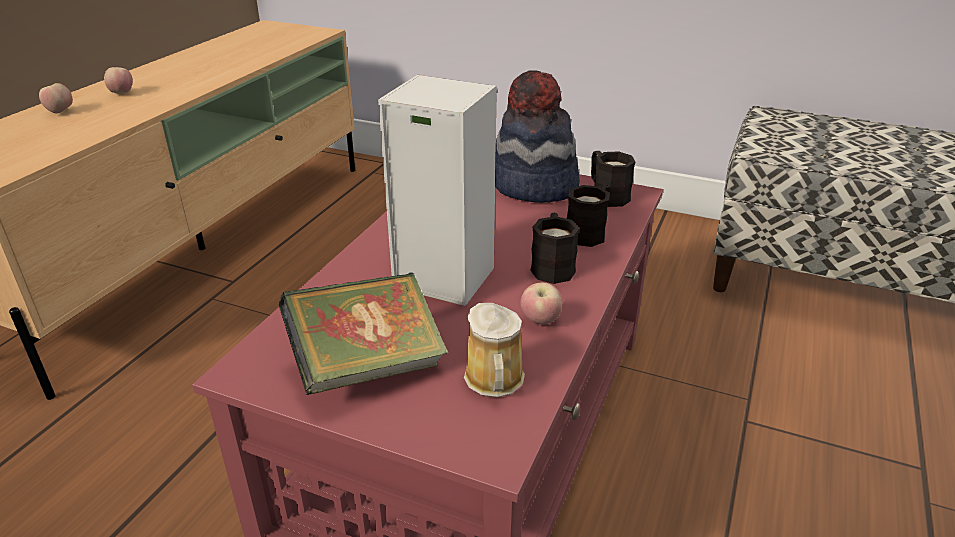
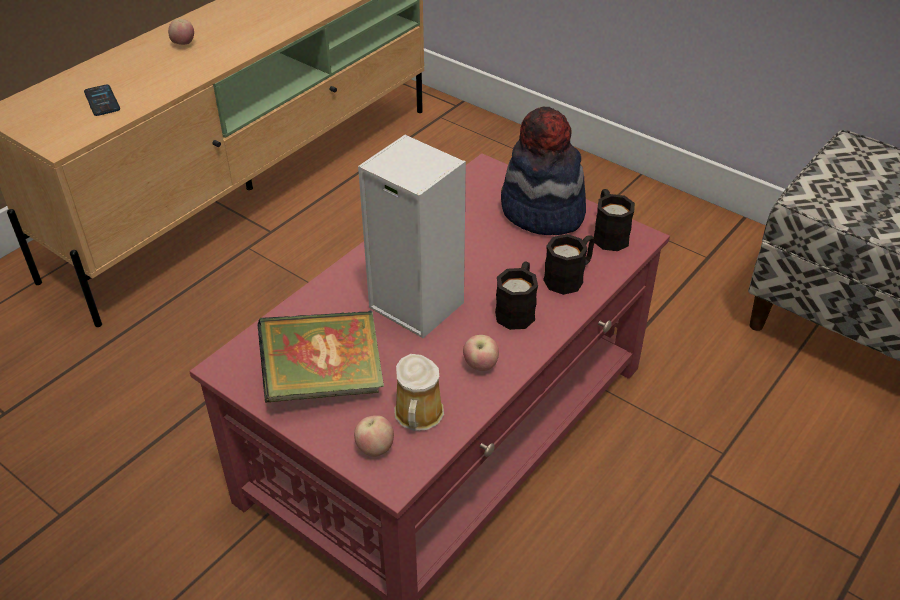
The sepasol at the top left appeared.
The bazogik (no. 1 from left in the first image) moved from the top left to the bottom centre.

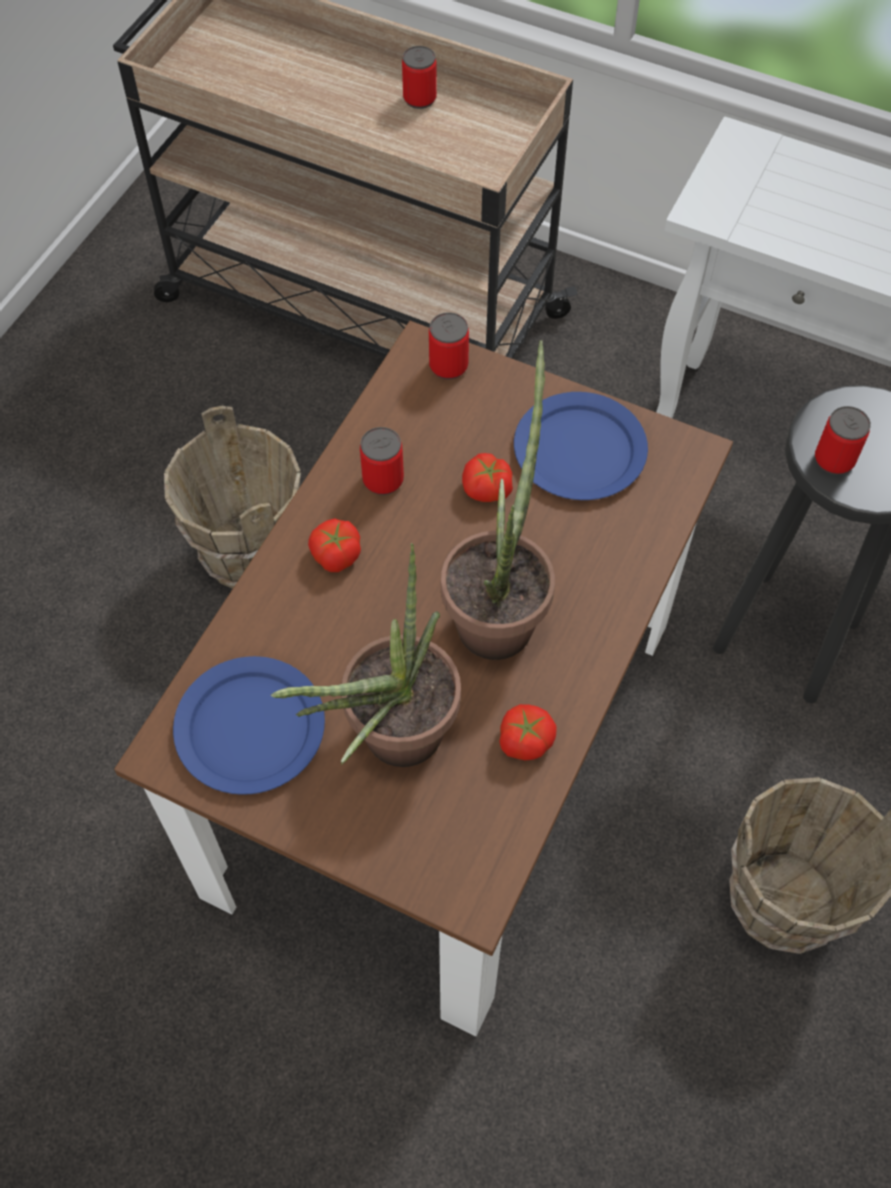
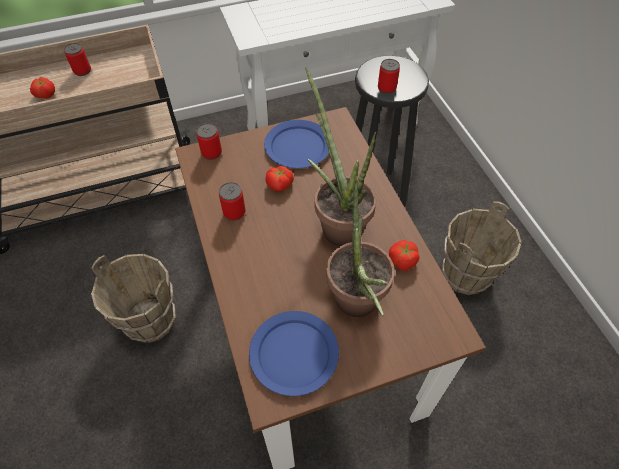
The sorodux (no. 1 from left) moved from the centre to the top left.

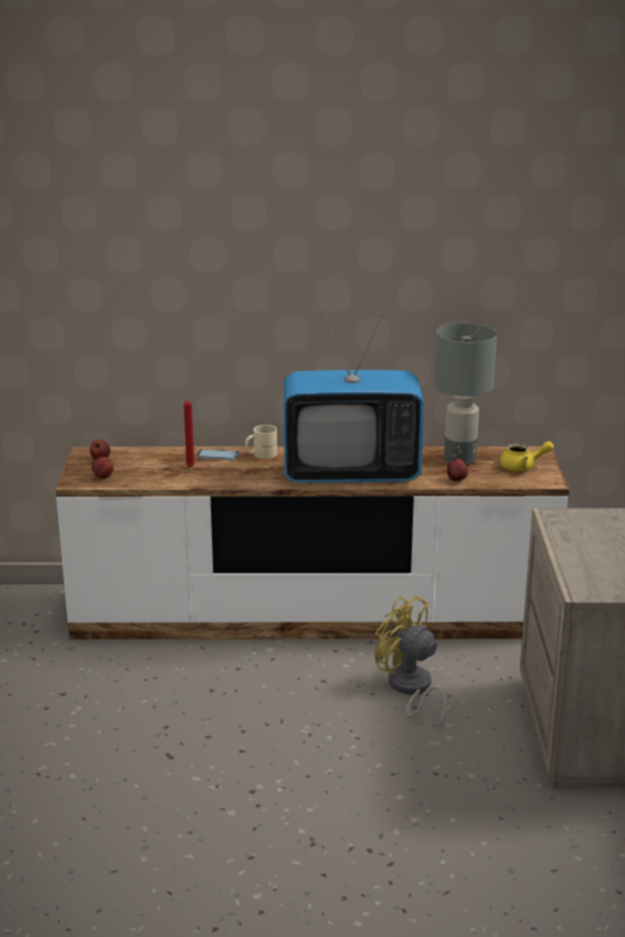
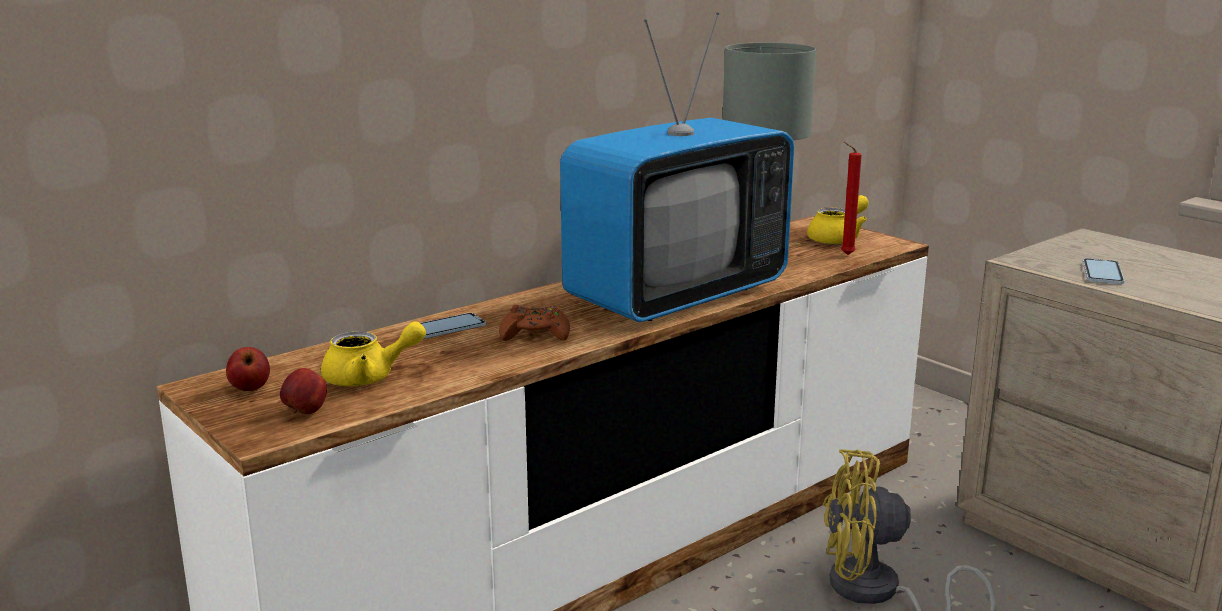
The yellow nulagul (no. 1 from left) at the middle left appeared.
The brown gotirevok at the centre appeared.
The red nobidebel moved from the middle left to the top right.
The sepasol (no. 2 from left) at the middle right appeared.
The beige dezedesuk at the centre disappeared.
The bazogik (no. 3 from left) at the middle right disappeared.

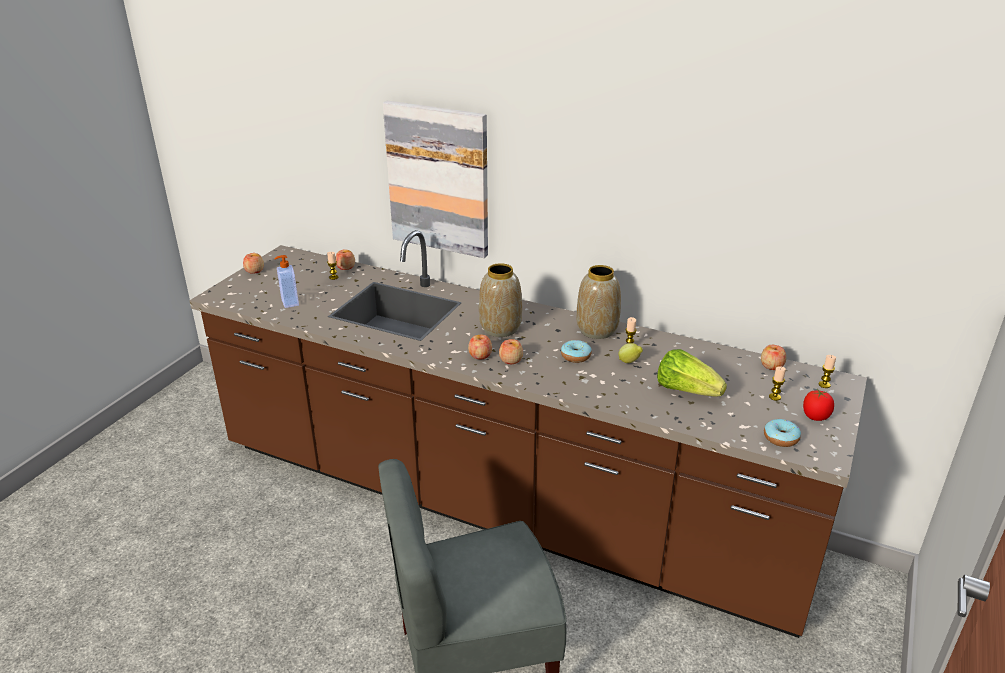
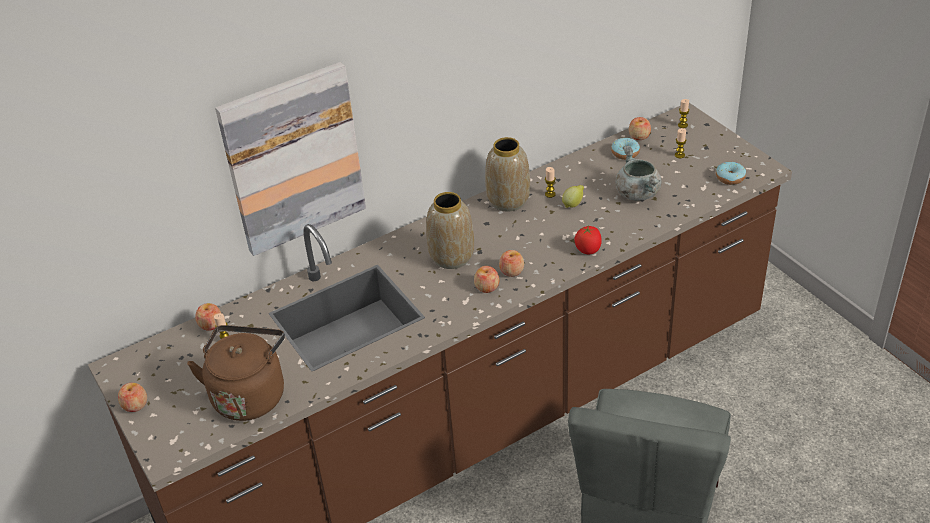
The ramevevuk at the middle left was replaced by the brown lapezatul at the bottom left.
The sorodux moved from the middle right to the centre.
The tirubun (no. 1 from left) moved from the centre to the top right.
The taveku at the middle right was replaced by the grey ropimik at the top right.

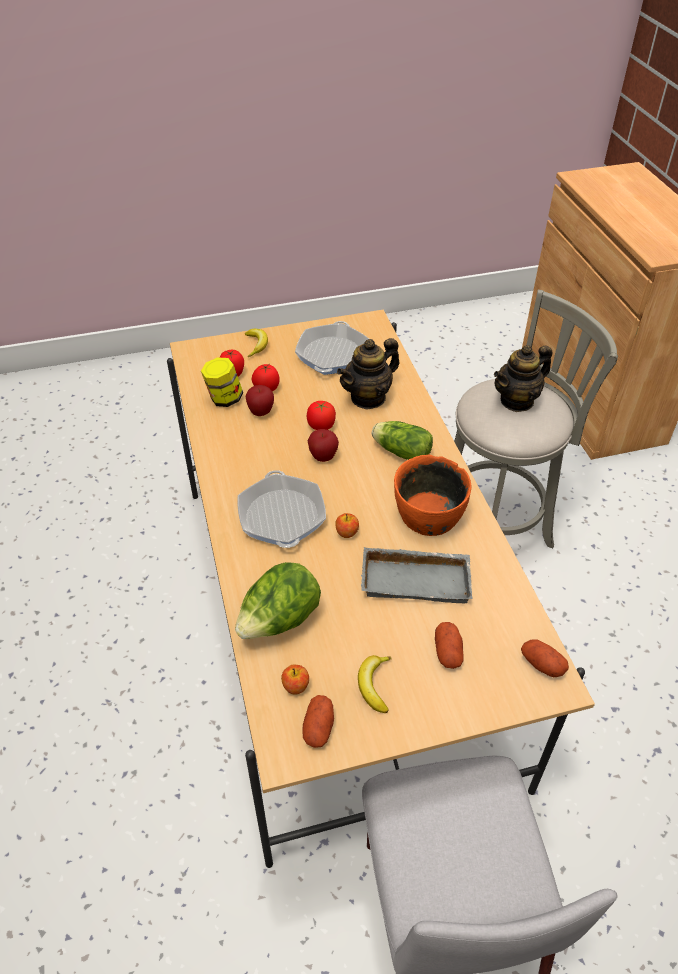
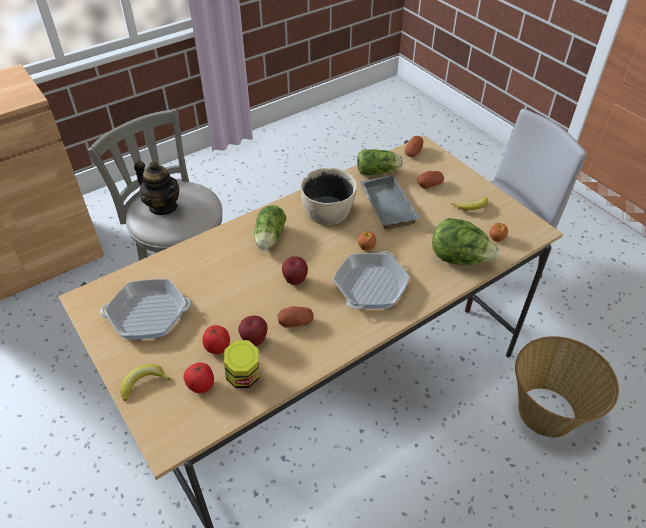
The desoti (no. 1 from left) moved from the bottom centre to the centre.
The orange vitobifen at the centre became the beige vitobifen at the centre.
The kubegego (no. 1 from left in the first image) at the centre turned 150 degrees clockwise.
The taveku (no. 2 from left) at the top centre appeared.
The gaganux at the bottom right appeared.
The sorodux (no. 3 from left) at the centre disappeared.
The nulagul (no. 1 from left) at the centre disappeared.

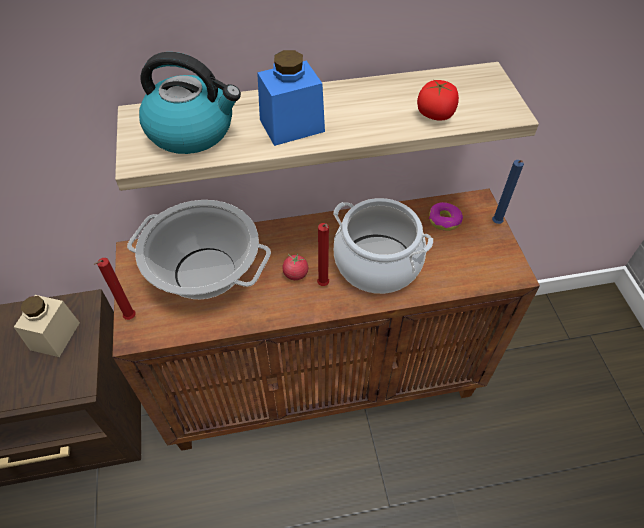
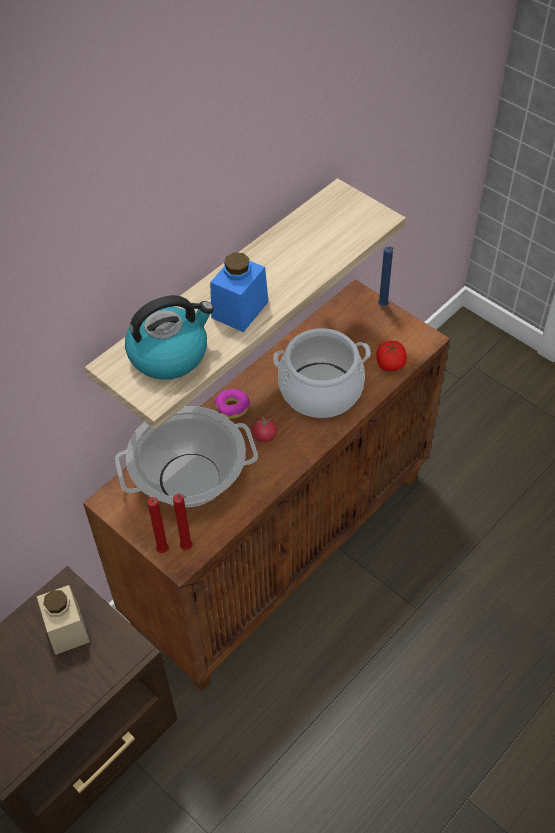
The red nobidebel (no. 2 from left) moved from the centre to the middle left.
The tirubun moved from the middle right to the centre.
The sorodux (no. 2 from left) moved from the top right to the middle right.

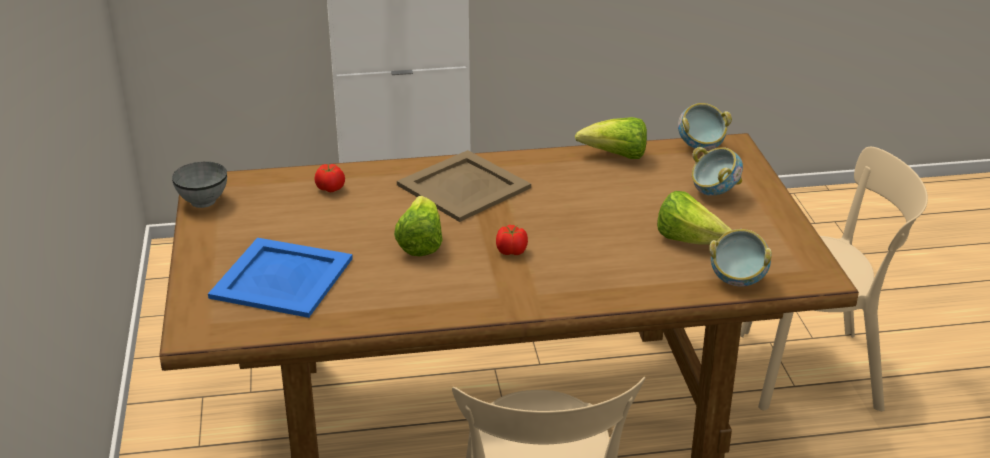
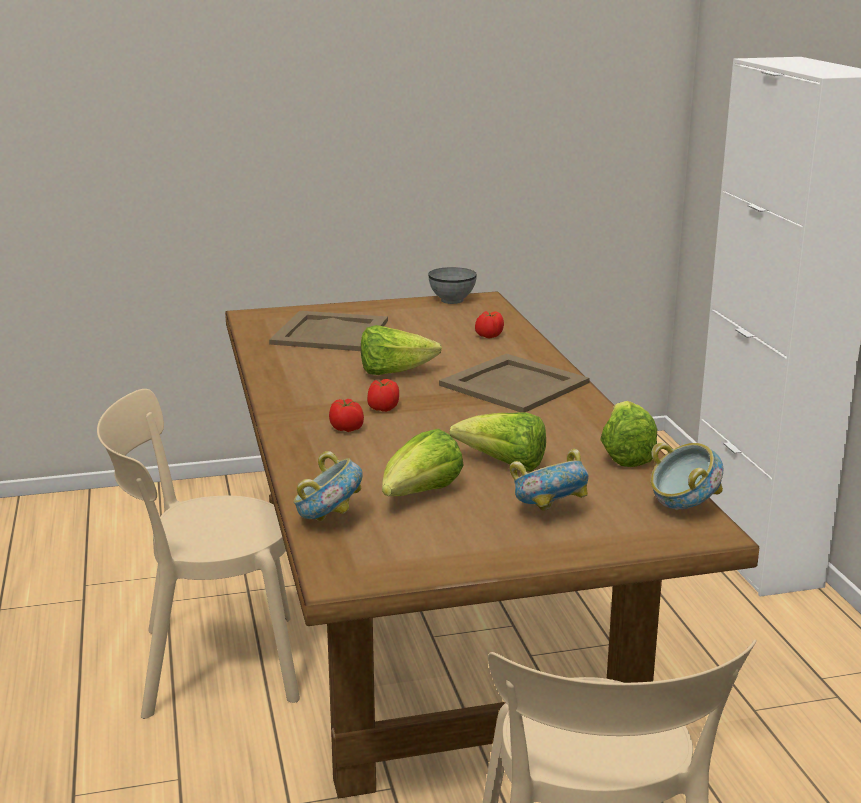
The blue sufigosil at the middle left became the beige sufigosil (no. 1 from left) at the centre.
The sorodux (no. 1 from left) at the centre appeared.
The taveku (no. 3 from left) at the centre appeared.

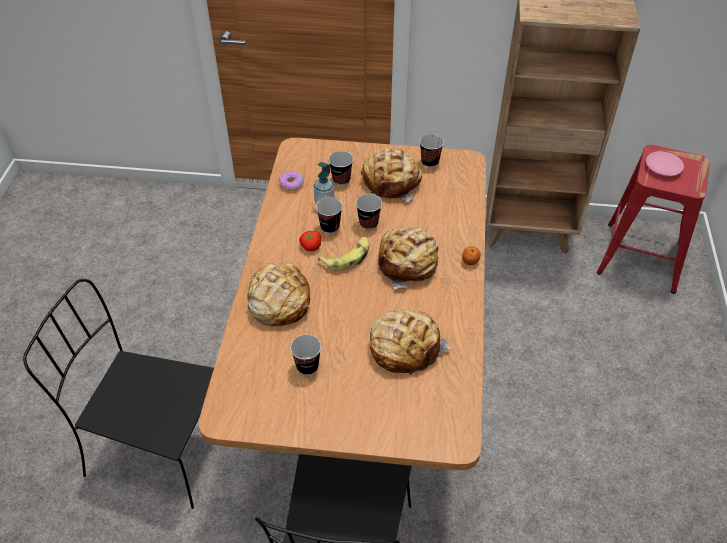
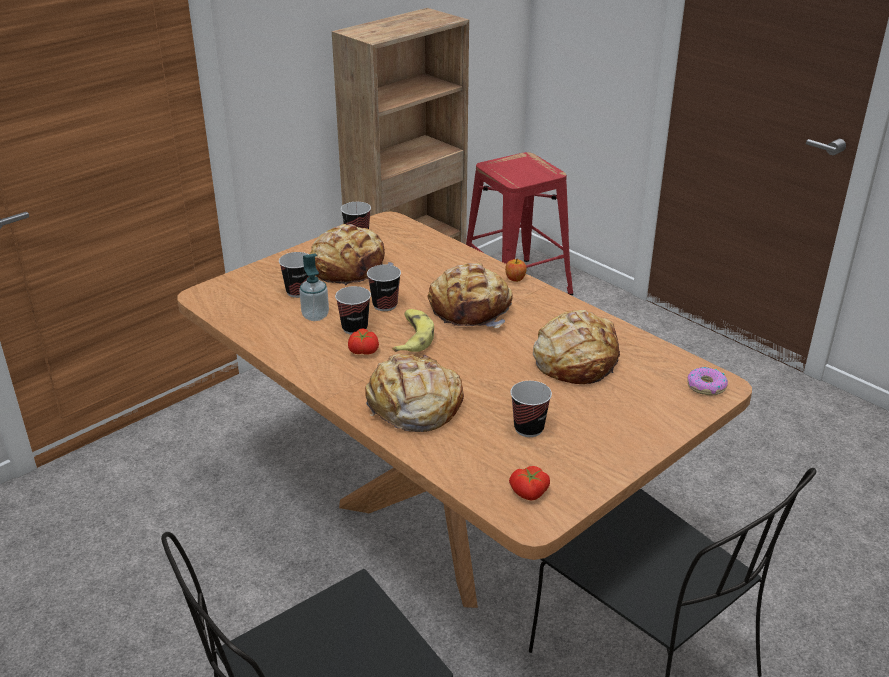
The sorodux (no. 2 from left) at the bottom centre appeared.
The tirubun moved from the centre to the middle right.
The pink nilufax at the top right disappeared.

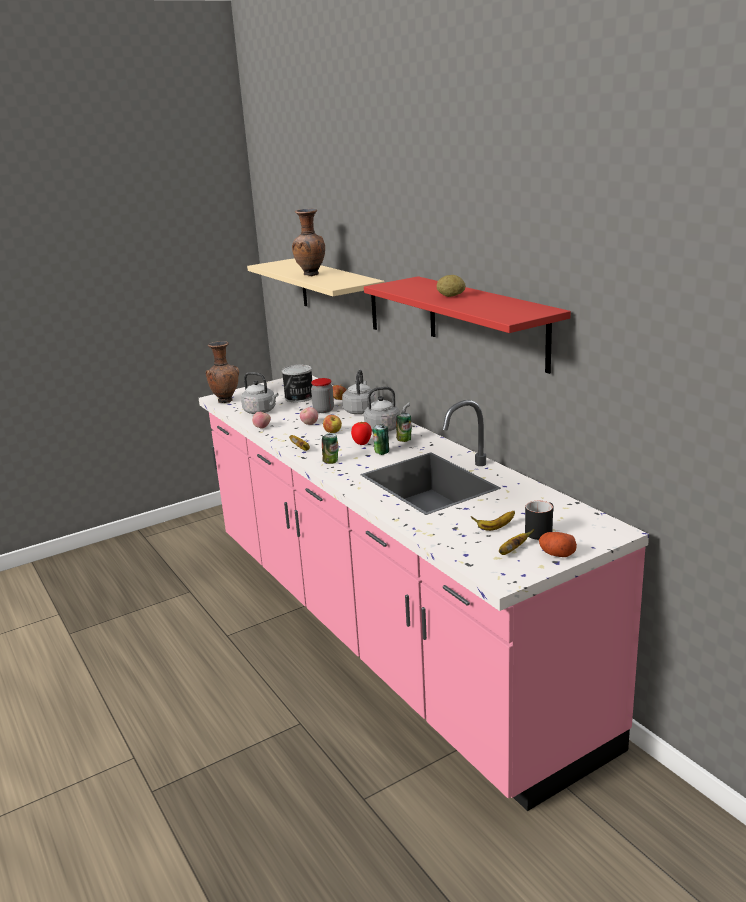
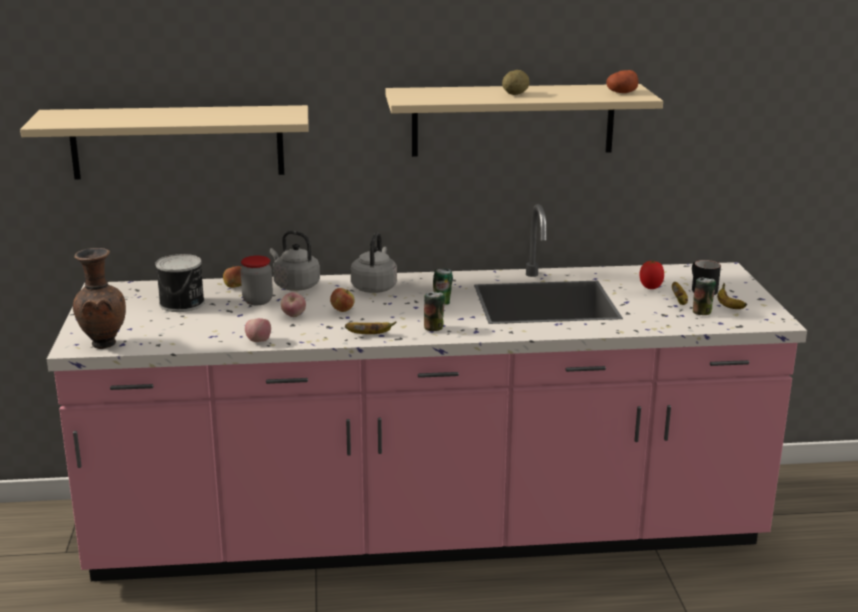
The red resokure at the centre became the beige resokure (no. 2 from left) at the top centre.
The desoti (no. 2 from left) moved from the middle right to the top right.
The sorodux moved from the centre to the middle right.
The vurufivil (no. 4 from left) moved from the centre to the middle right.
The grey lapezatul (no. 1 from left) at the centre disappeared.
The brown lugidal (no. 2 from left) at the top centre disappeared.

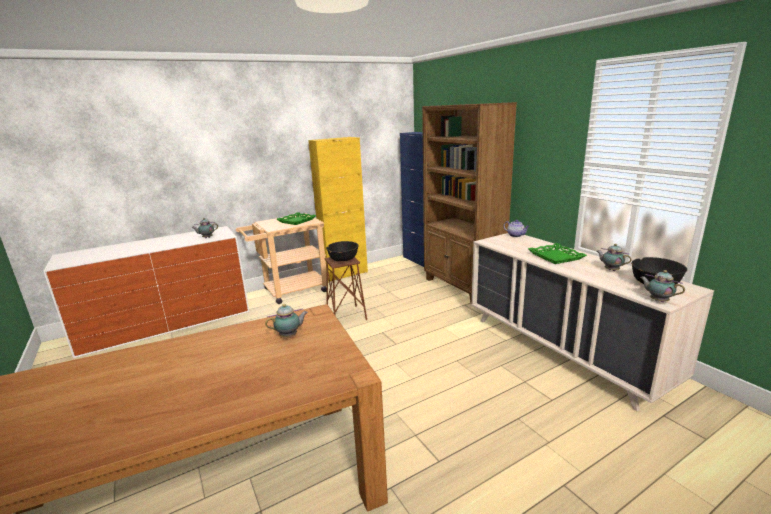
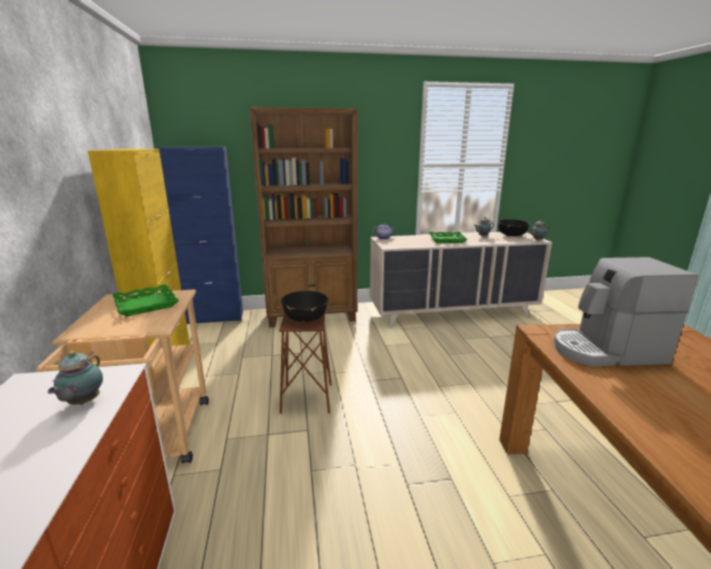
The nulagul (no. 2 from left) at the centre was replaced by the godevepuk at the middle right.

